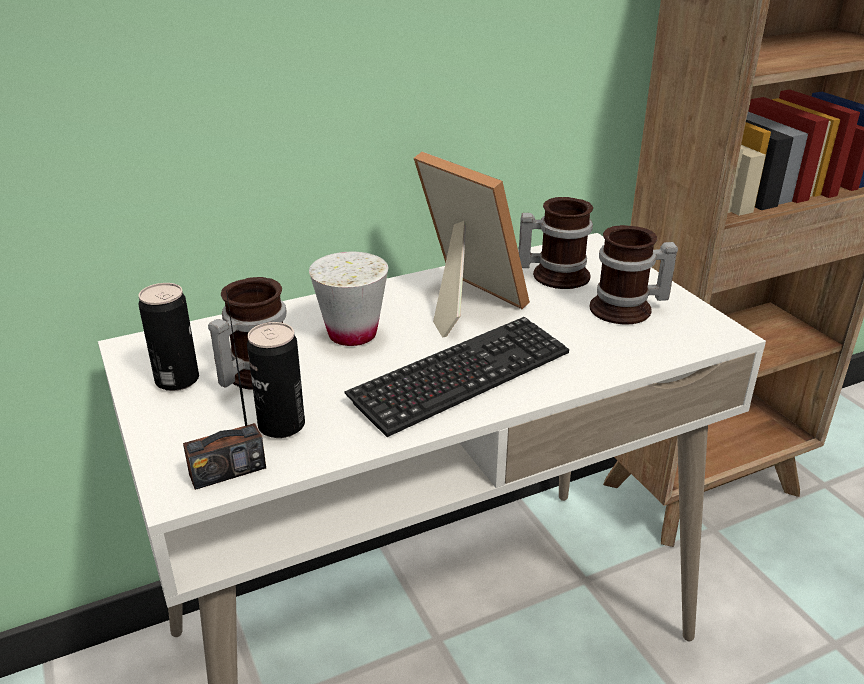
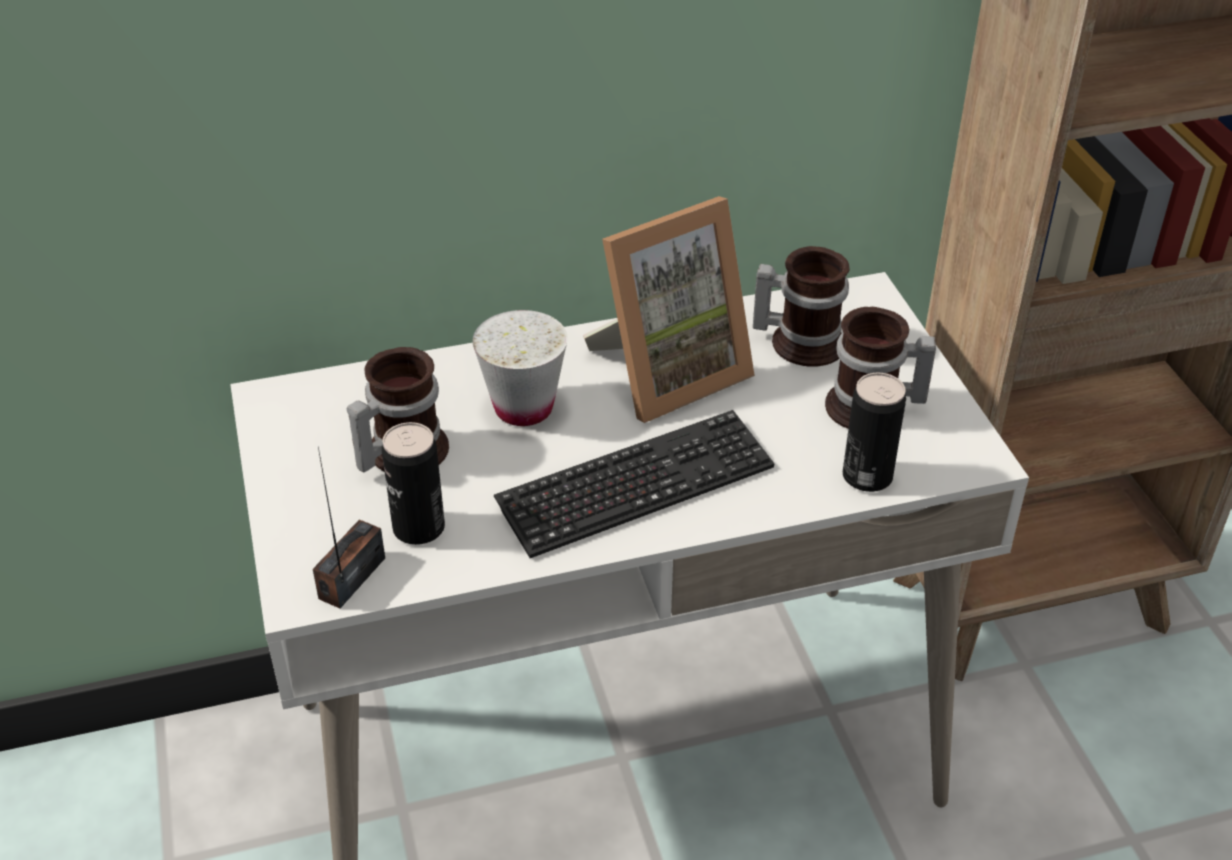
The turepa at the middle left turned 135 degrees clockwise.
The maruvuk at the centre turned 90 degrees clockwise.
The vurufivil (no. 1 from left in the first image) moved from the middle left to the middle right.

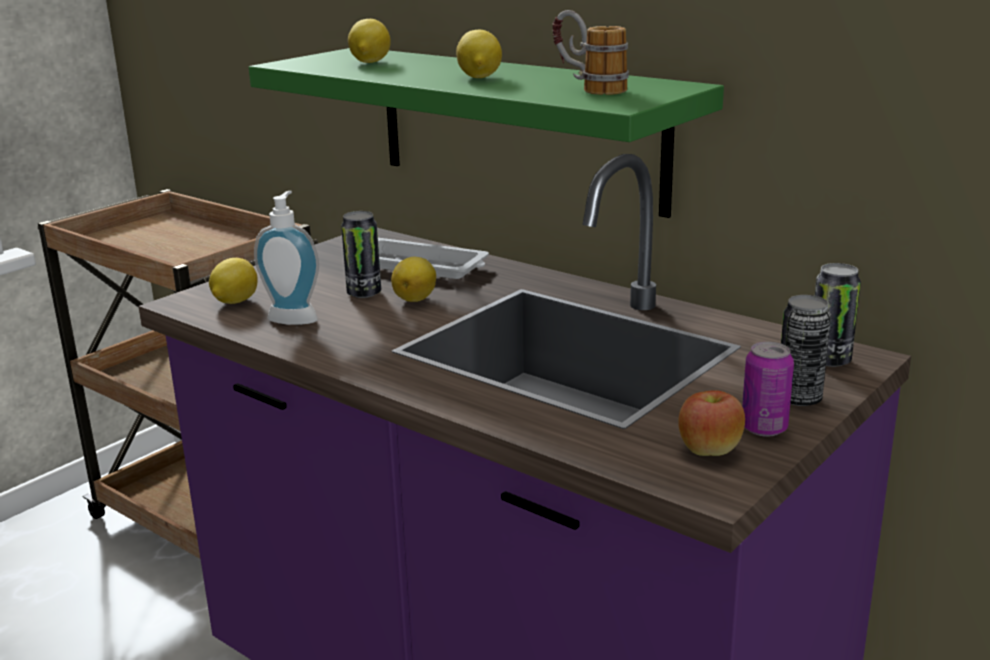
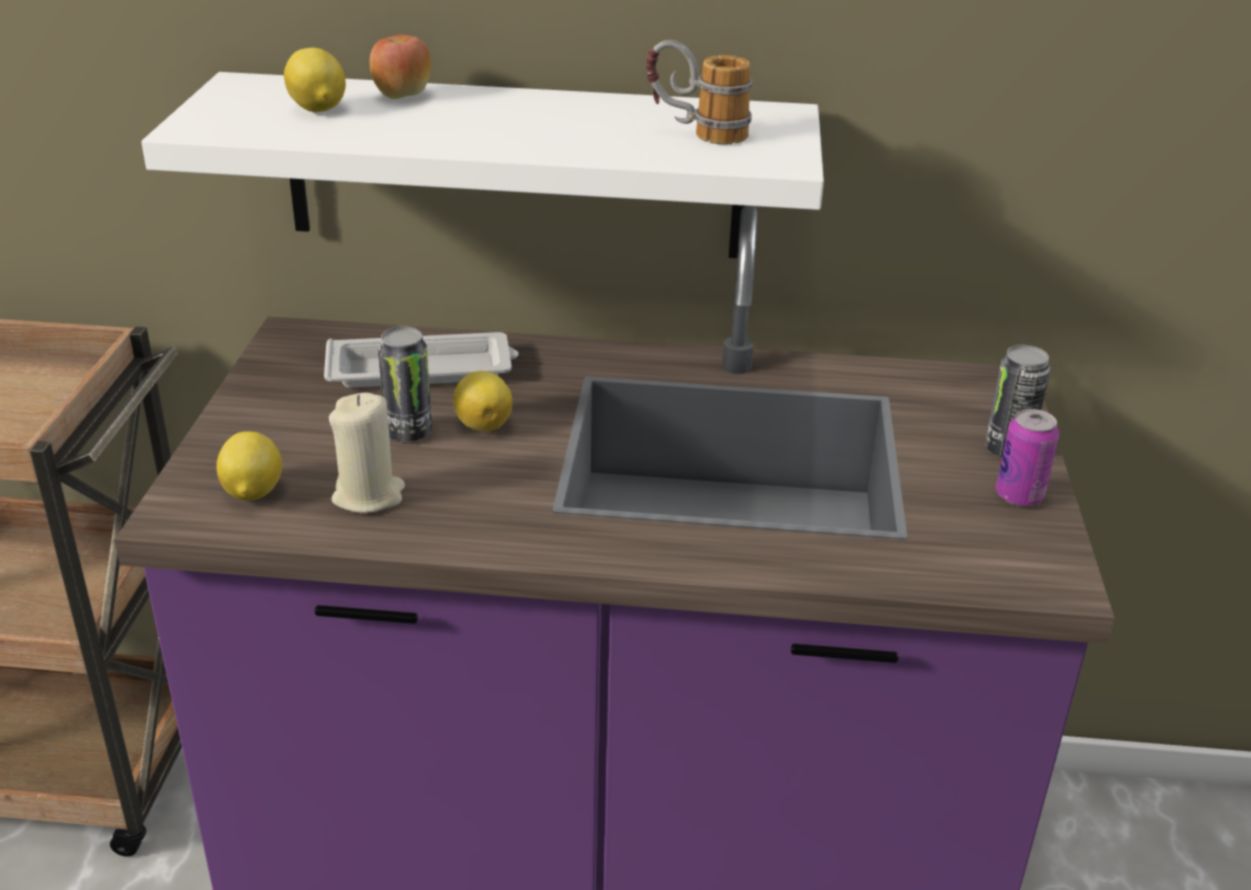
The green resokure at the top centre became the white resokure at the top centre.
The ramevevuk at the middle left was replaced by the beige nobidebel at the middle left.
The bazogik moved from the middle right to the top left.
The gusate (no. 4 from left) at the top centre disappeared.
The vurufivil (no. 4 from left) at the middle right disappeared.

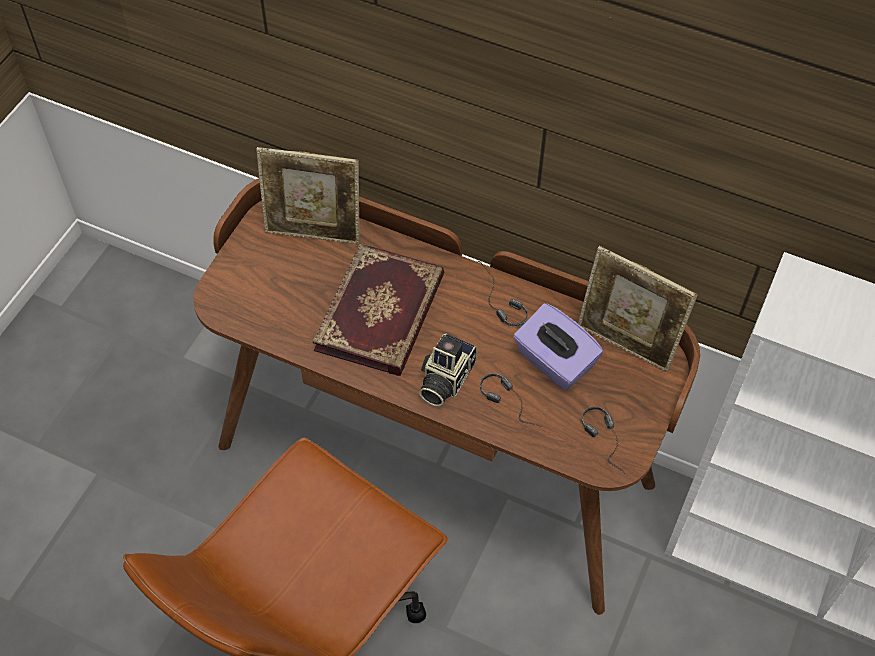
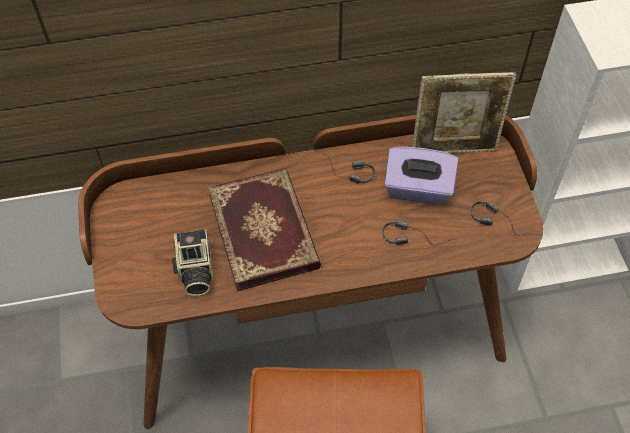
The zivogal moved from the centre to the middle left.
The maruvuk (no. 1 from left) at the top centre disappeared.

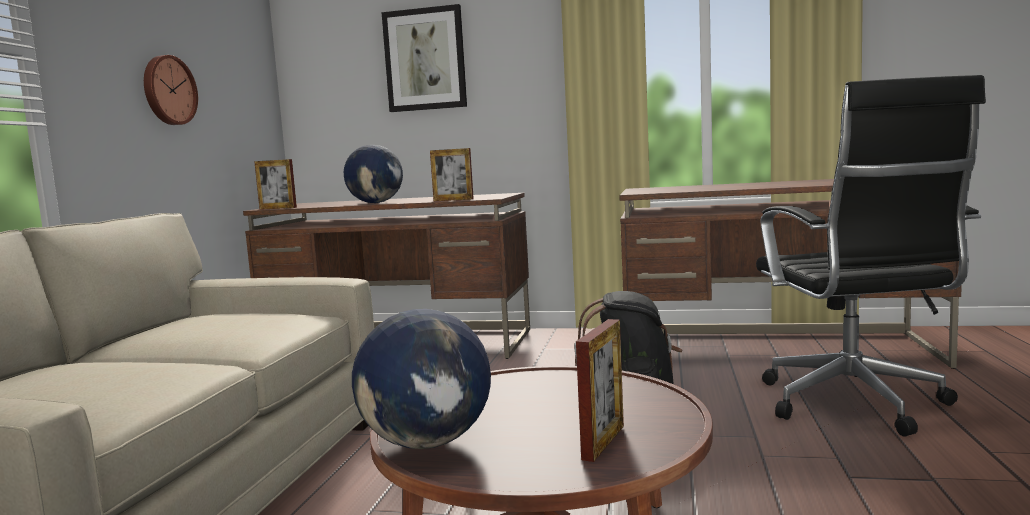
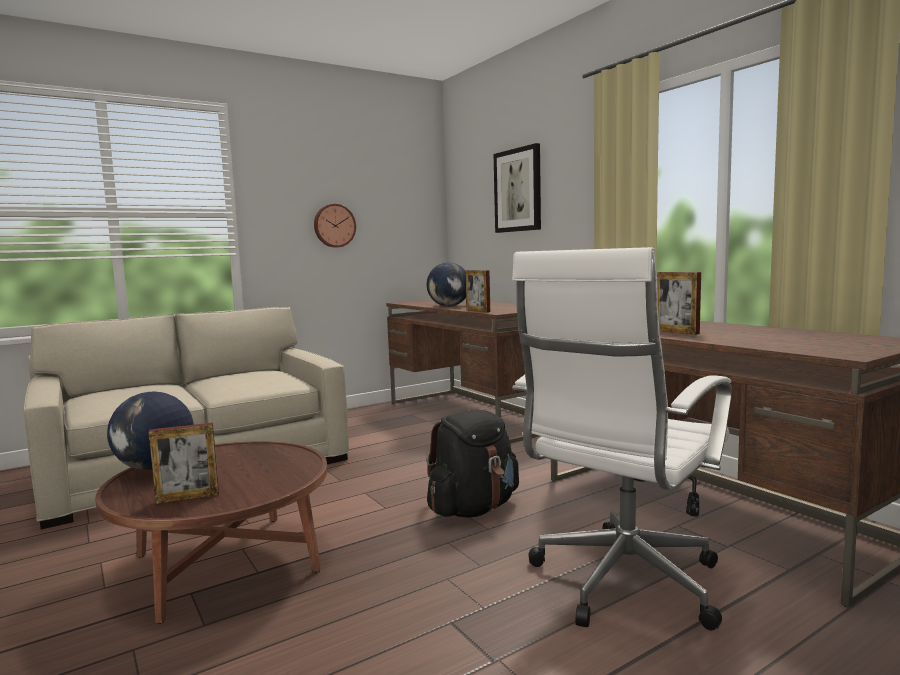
The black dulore at the middle right became the white dulore at the middle right.
The maruvuk (no. 1 from left in the first image) moved from the middle left to the middle right.

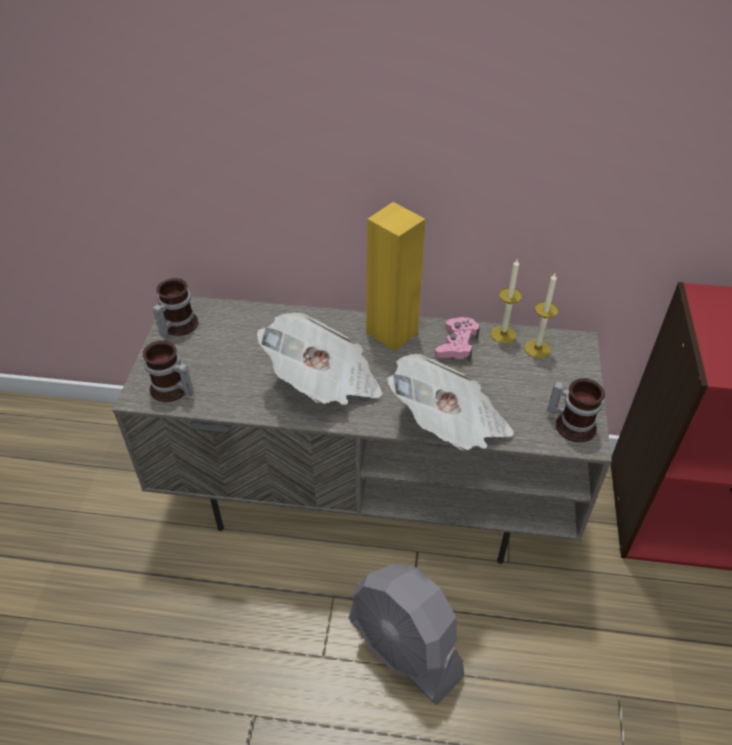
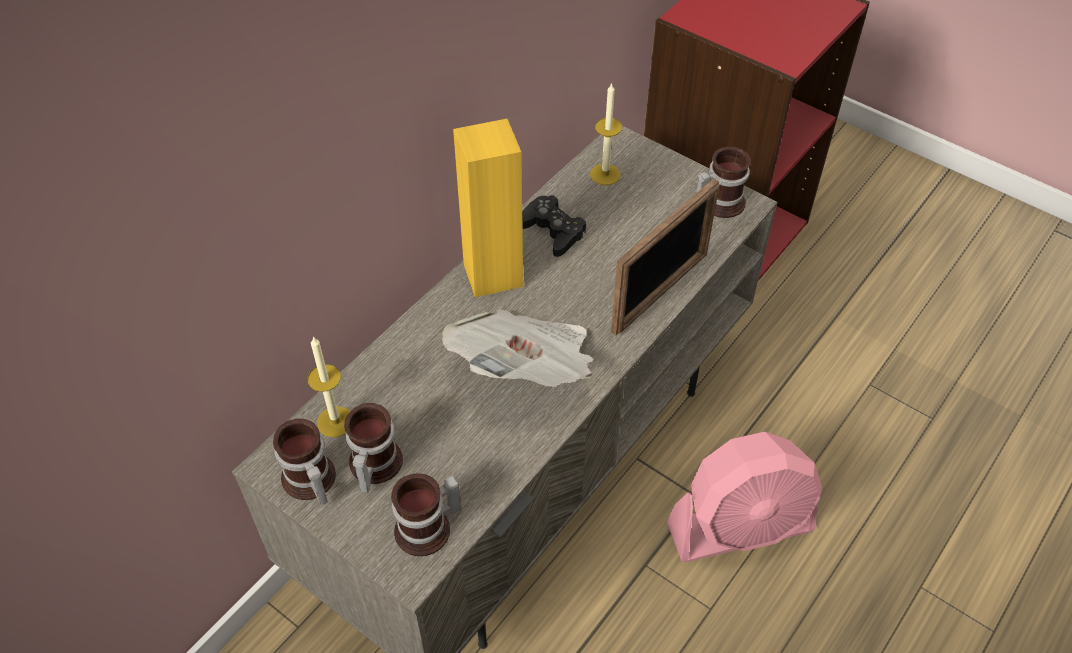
The nobidebel (no. 1 from left) moved from the middle right to the middle left.
The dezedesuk (no. 2 from left) at the bottom centre appeared.
The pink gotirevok at the centre became the black gotirevok at the centre.
The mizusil (no. 2 from left) at the centre was replaced by the maruvuk at the centre.
The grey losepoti at the bottom centre became the pink losepoti at the bottom right.

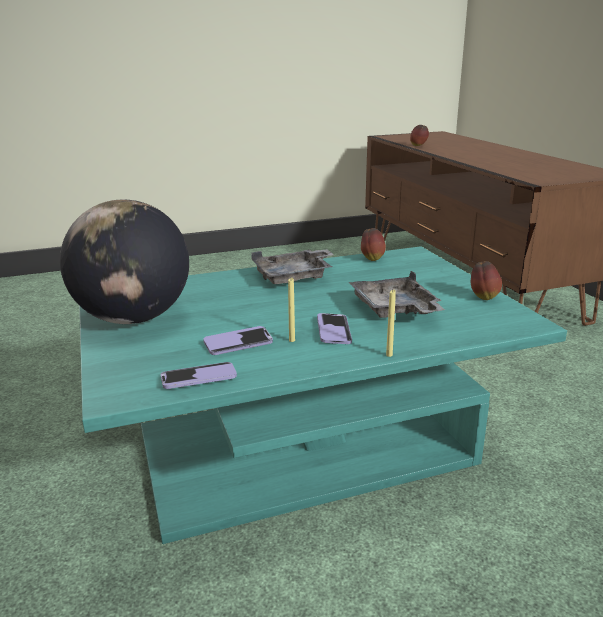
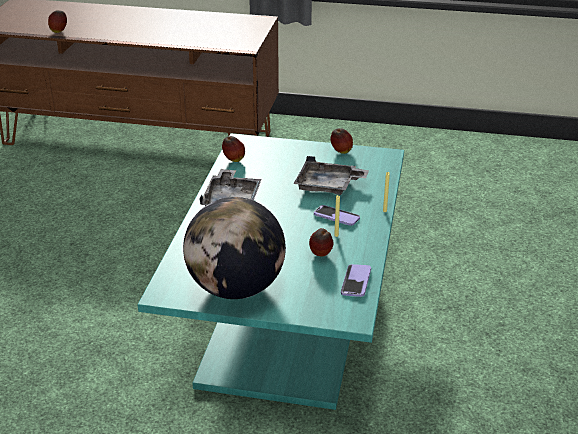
The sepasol (no. 2 from left) at the centre was replaced by the bazogik (no. 3 from left) at the centre.

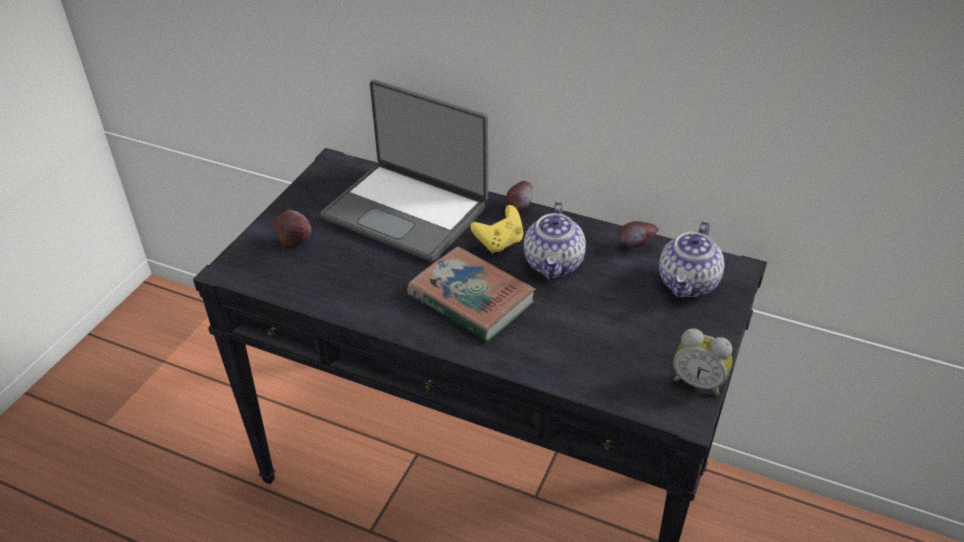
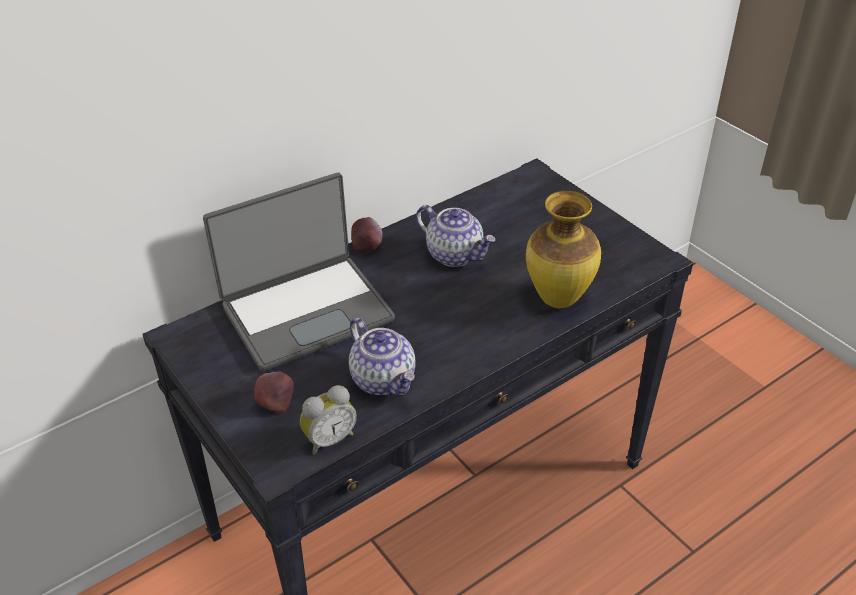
The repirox moved from the bottom right to the bottom centre.
The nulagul (no. 2 from left in the first image) moved from the middle right to the centre.
The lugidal at the centre appeared.
The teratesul at the centre disappeared.
The yellow gotirevok at the centre disappeared.
The bazogik (no. 3 from left) at the centre disappeared.

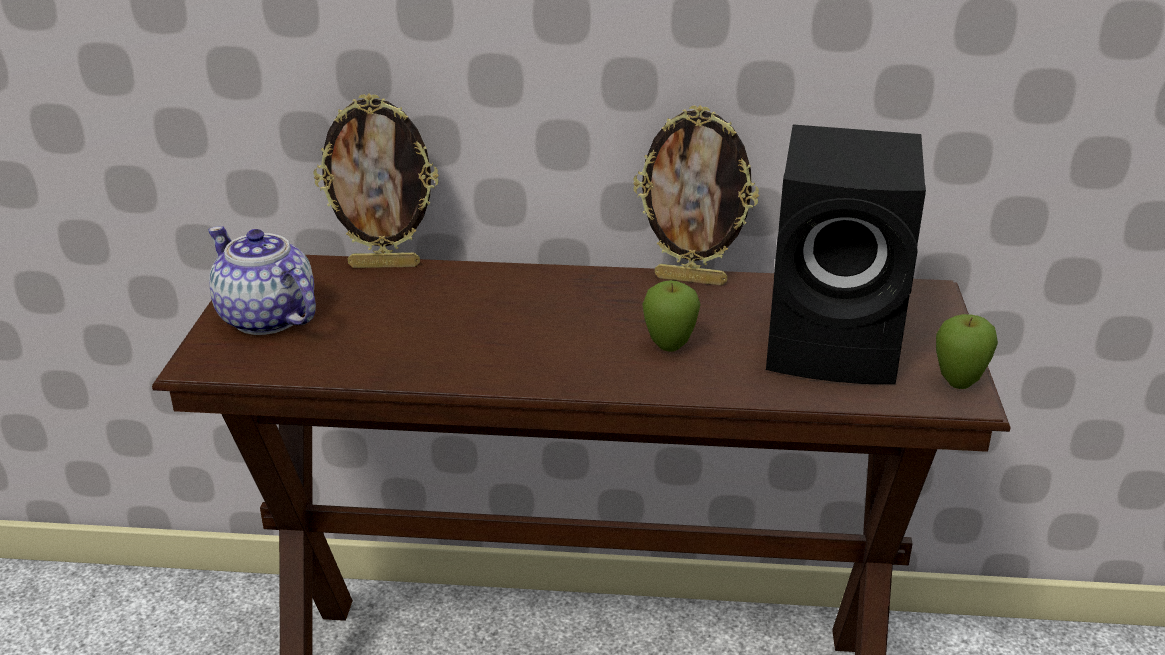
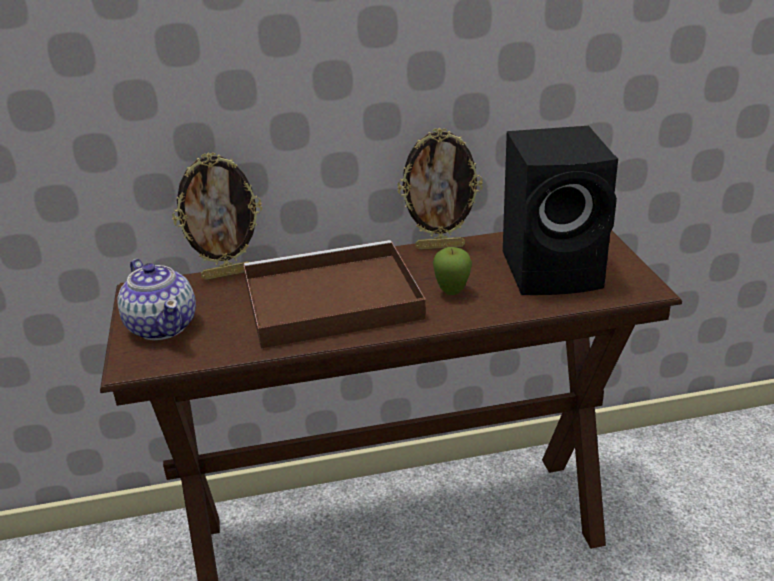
The nulagul at the middle left turned 150 degrees counterclockwise.
The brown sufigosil at the centre appeared.
The bazogik (no. 2 from left) at the middle right disappeared.

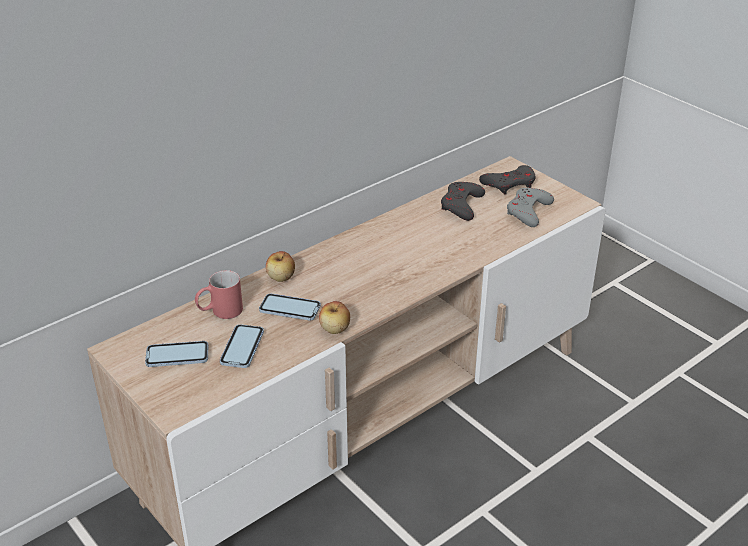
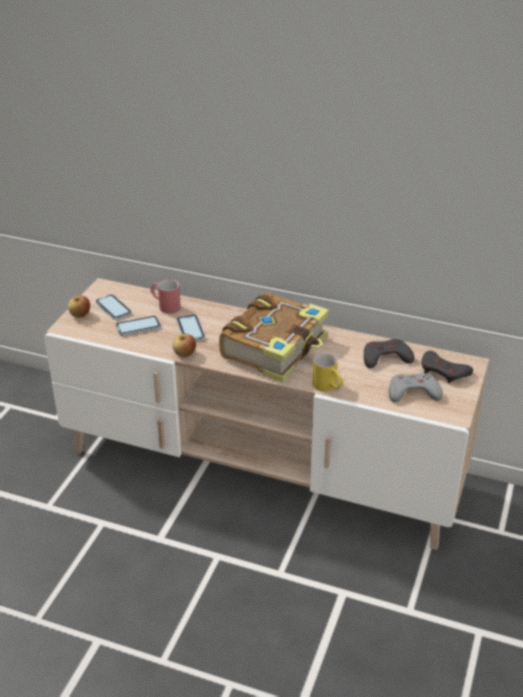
The bazogik (no. 1 from left) moved from the centre to the middle left.
The teratesul at the centre appeared.
The yellow dezedesuk at the centre appeared.

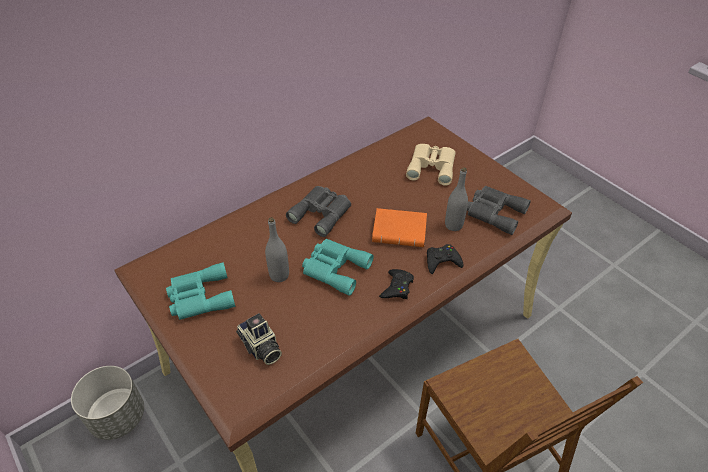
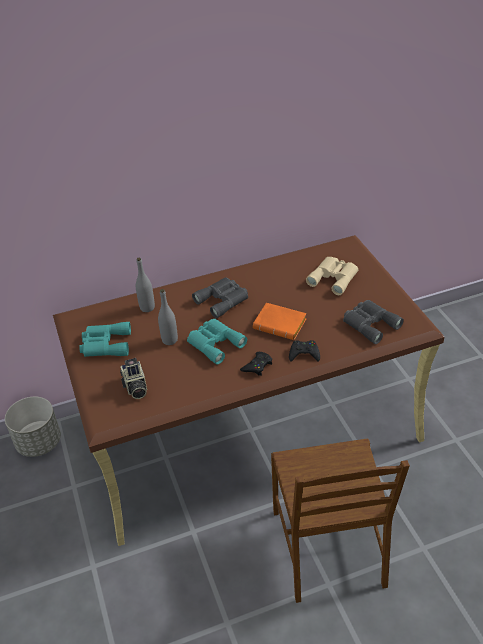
The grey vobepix (no. 2 from left in the first image) moved from the centre to the middle left.

